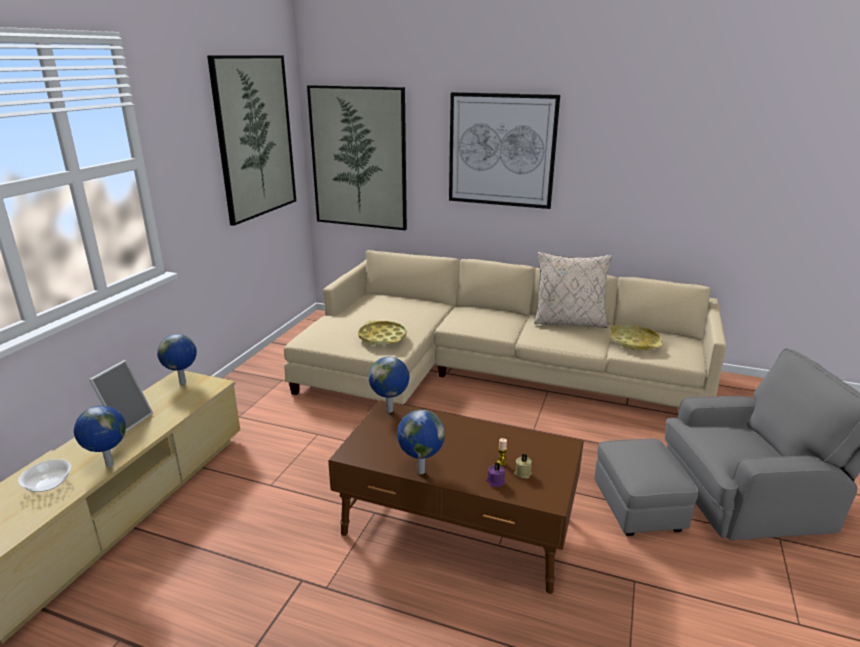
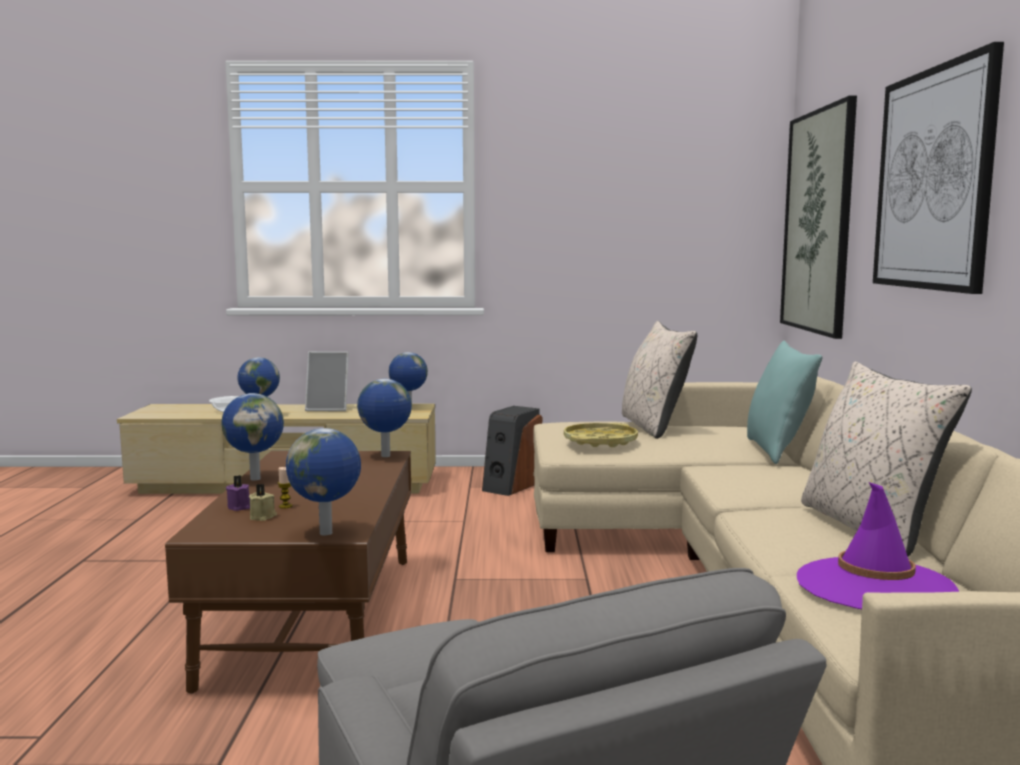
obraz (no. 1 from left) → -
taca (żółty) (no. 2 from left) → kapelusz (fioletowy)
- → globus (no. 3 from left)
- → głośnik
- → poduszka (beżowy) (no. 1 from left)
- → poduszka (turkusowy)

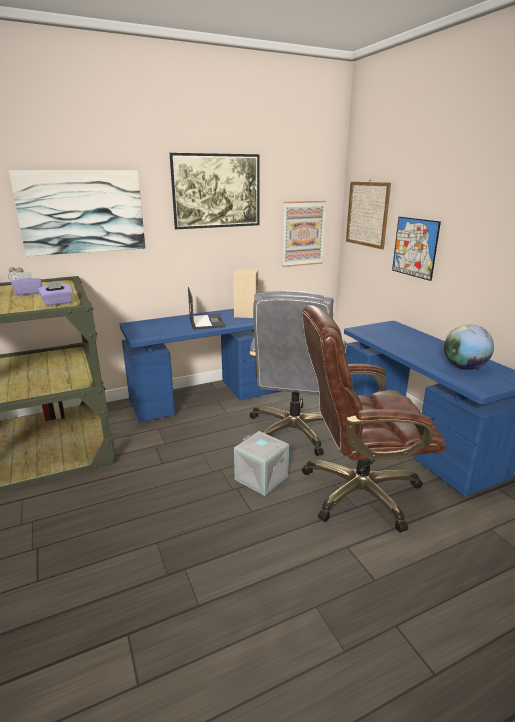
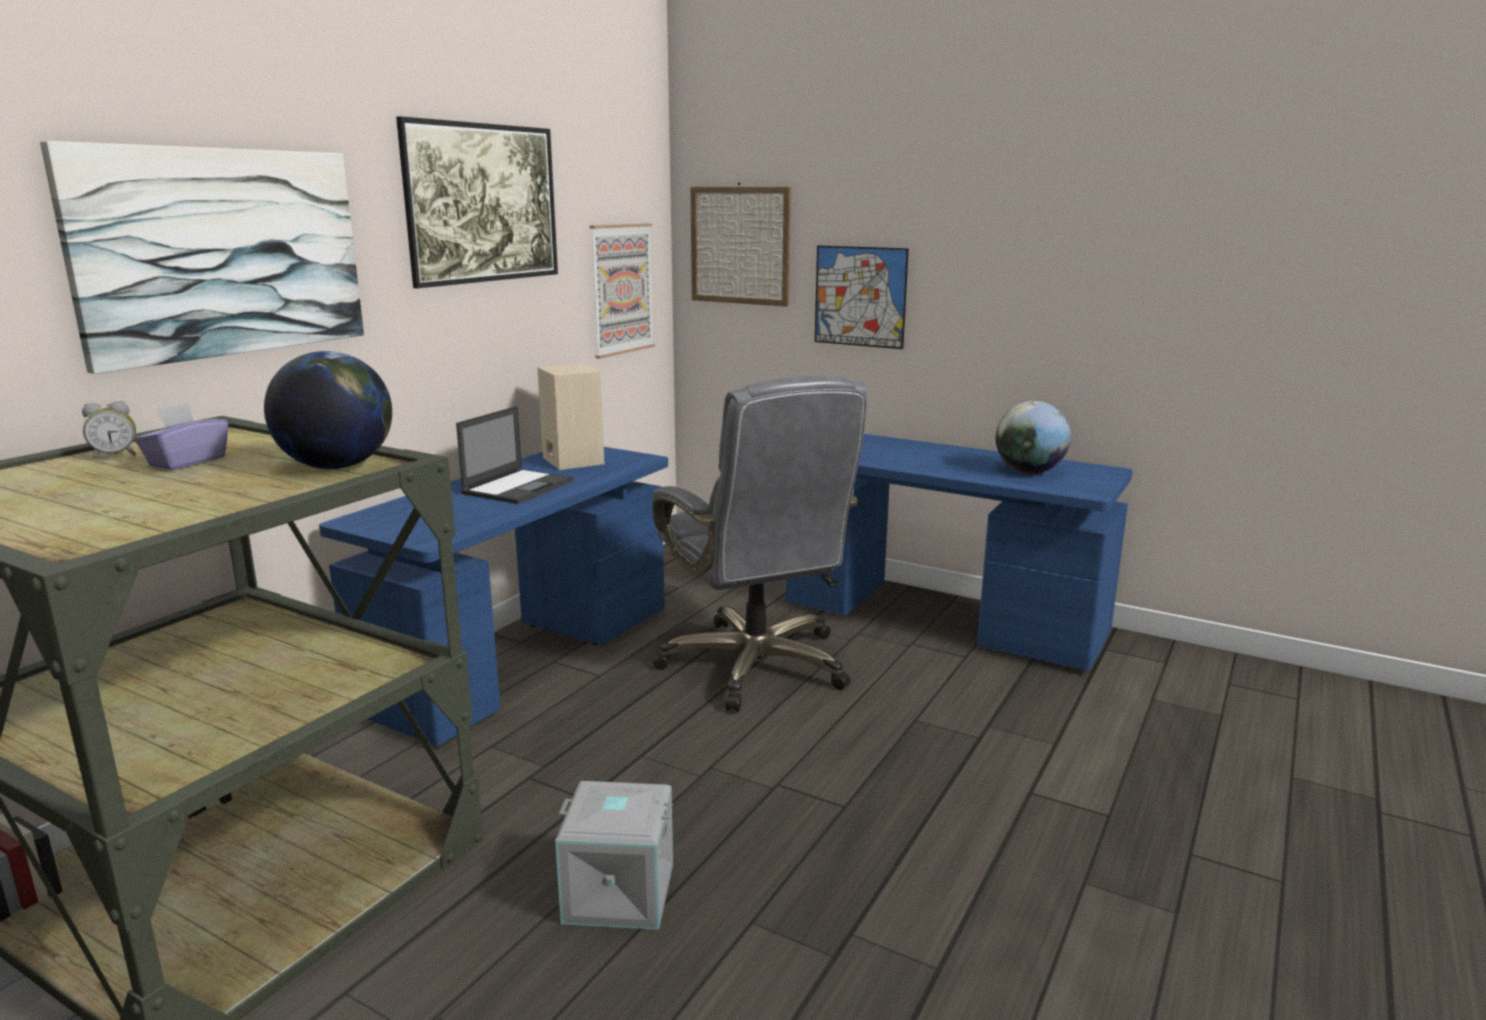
pudełko chusteczek (fioletowy) (no. 2 from left) → globus (no. 1 from left)
laptop, 75 degrees clockwise
pojemnik do przechowywania (szary), relocated
krzesło biurowe (brązowy) → -

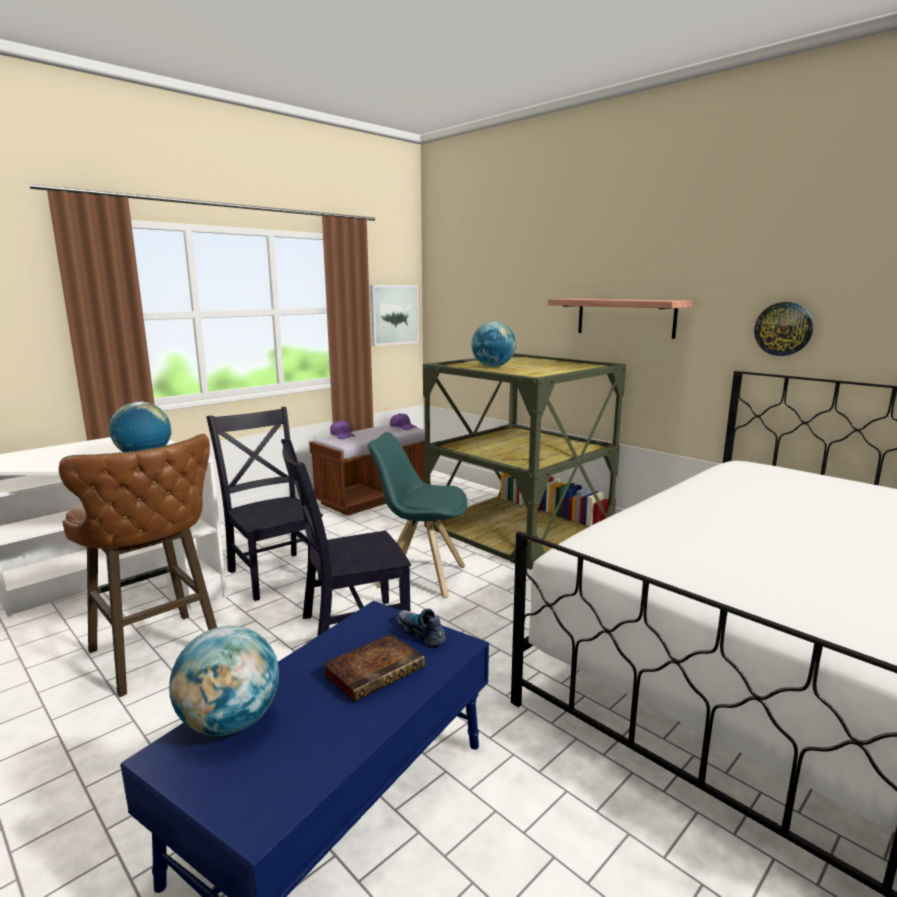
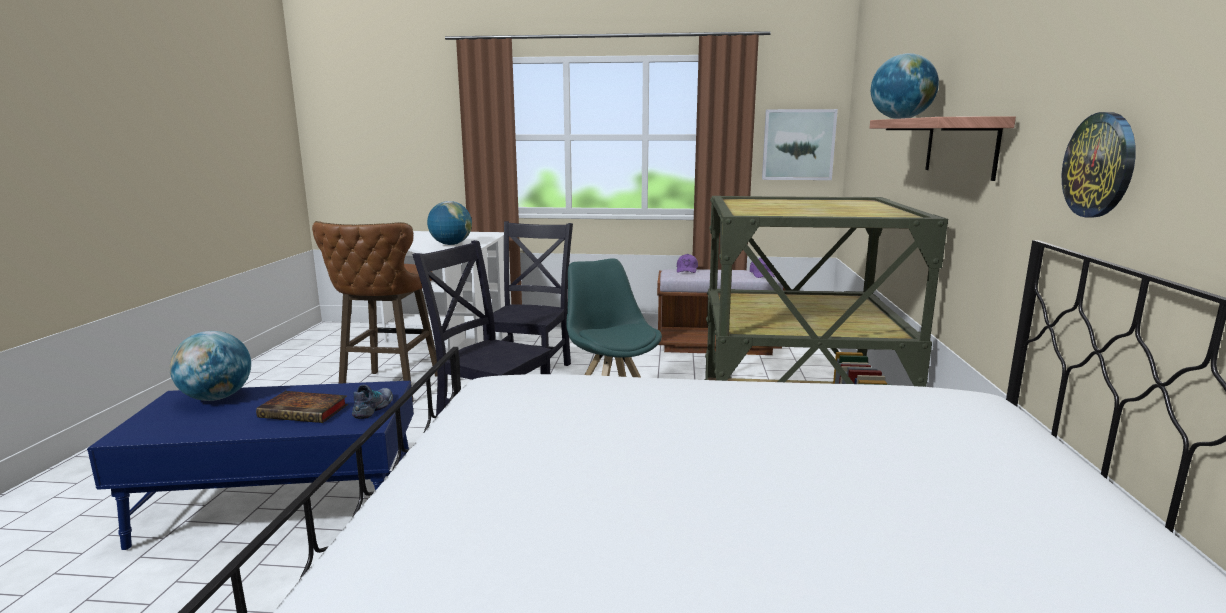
globus (no. 3 from left), relocated

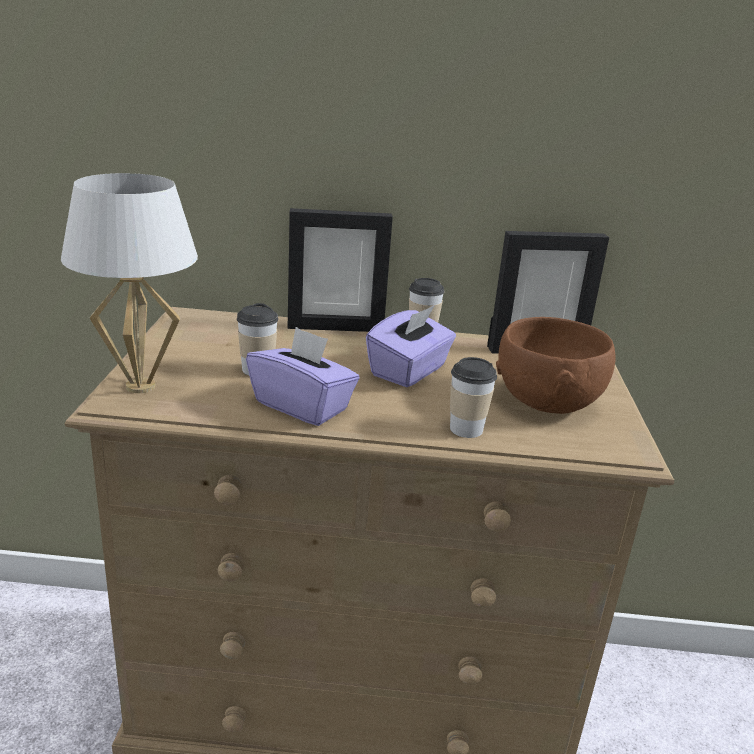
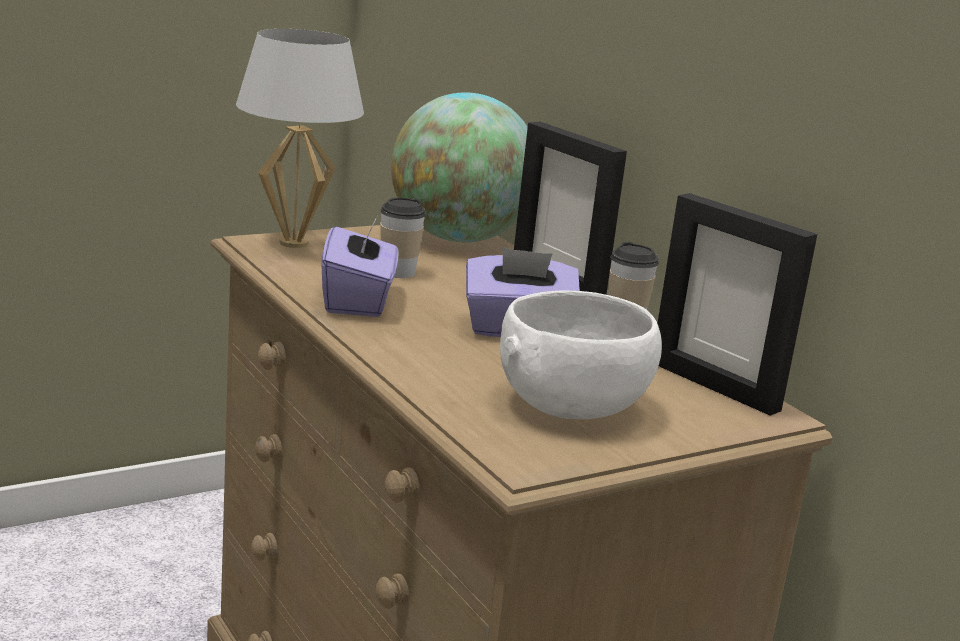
filiżanka (no. 3 from left) → -
miska (brązowy) → miska (biały)
- → globus

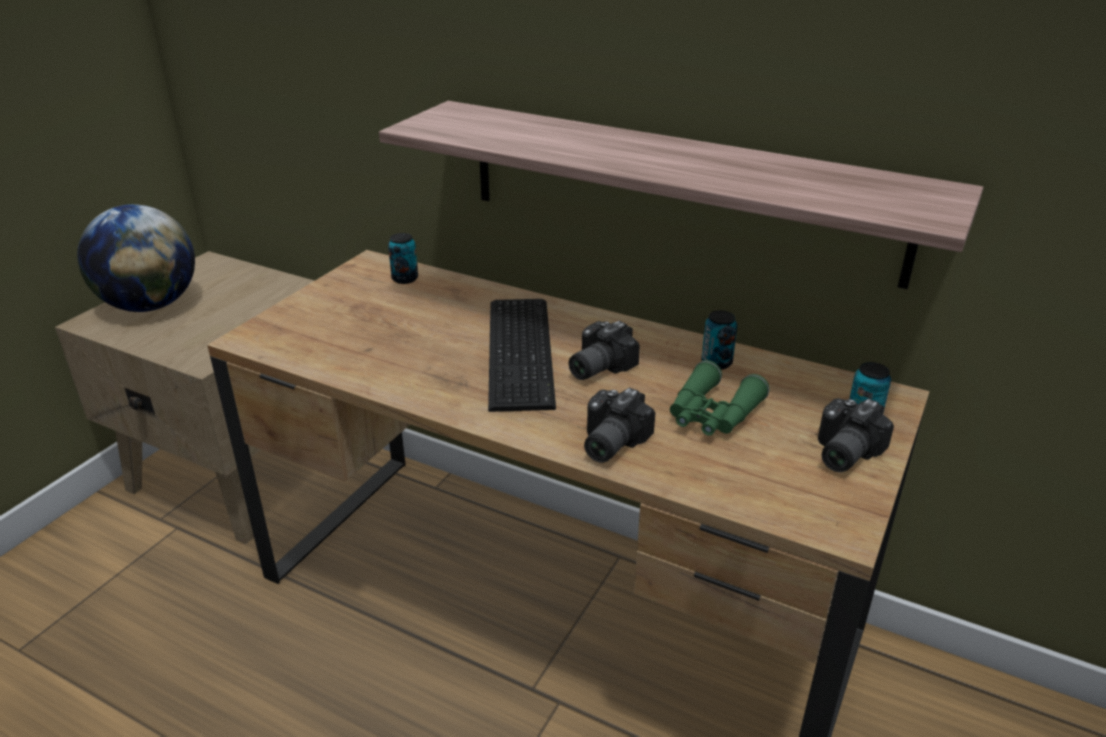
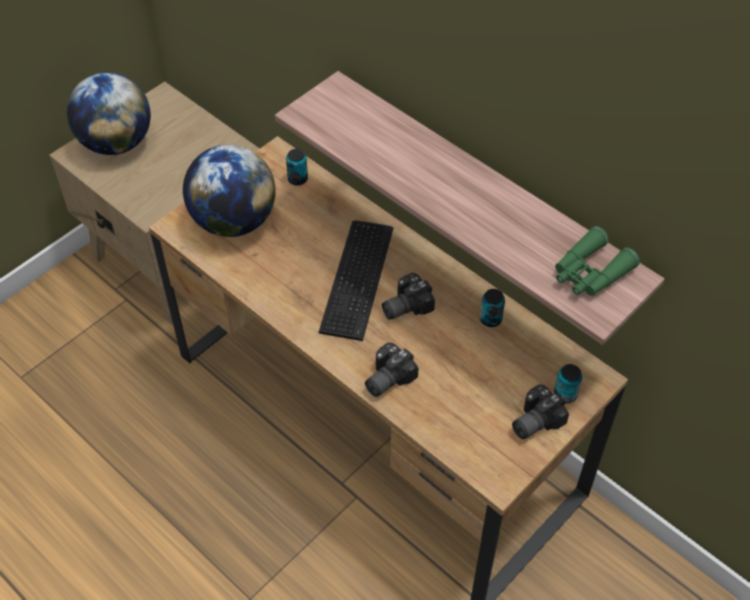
lornetka (zielony), relocated
- → globus (no. 2 from left)

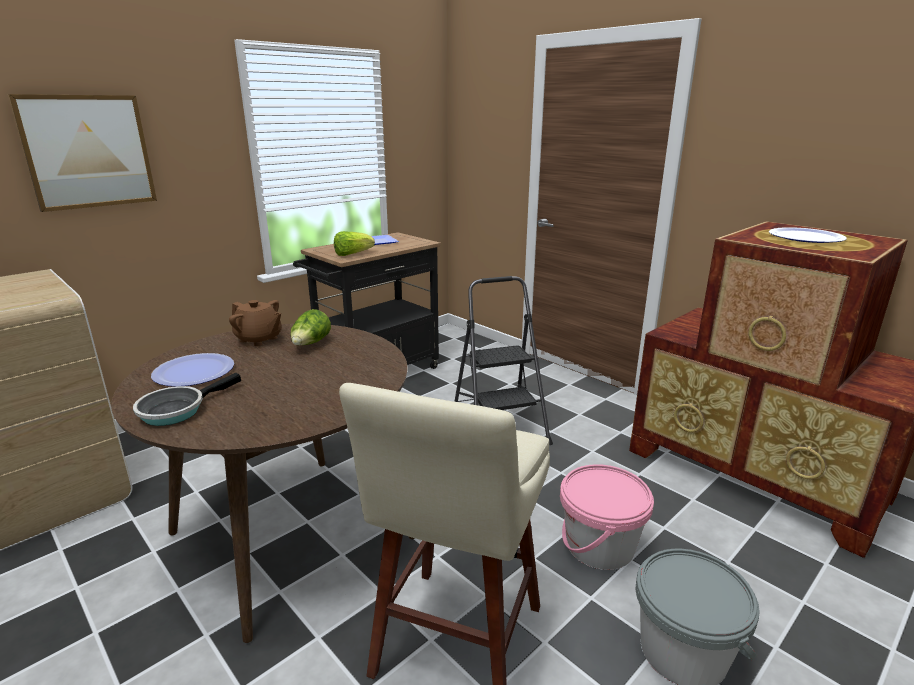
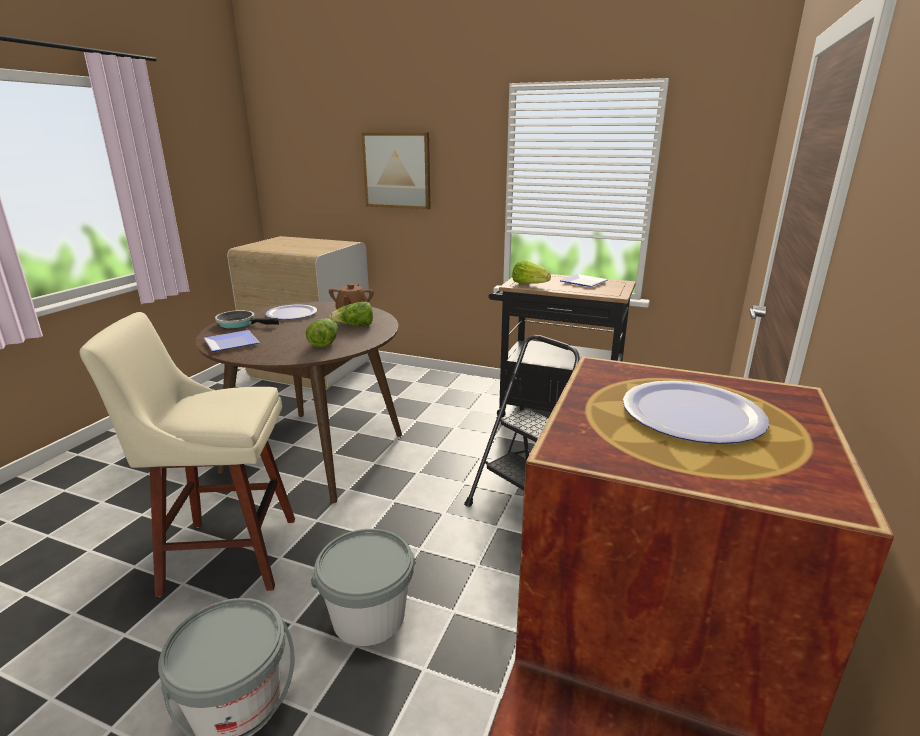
wiadro (różowy) → wiadro (szary) (no. 2 from left)
- → talerz (no. 1 from left)
- → sałata (no. 1 from left)

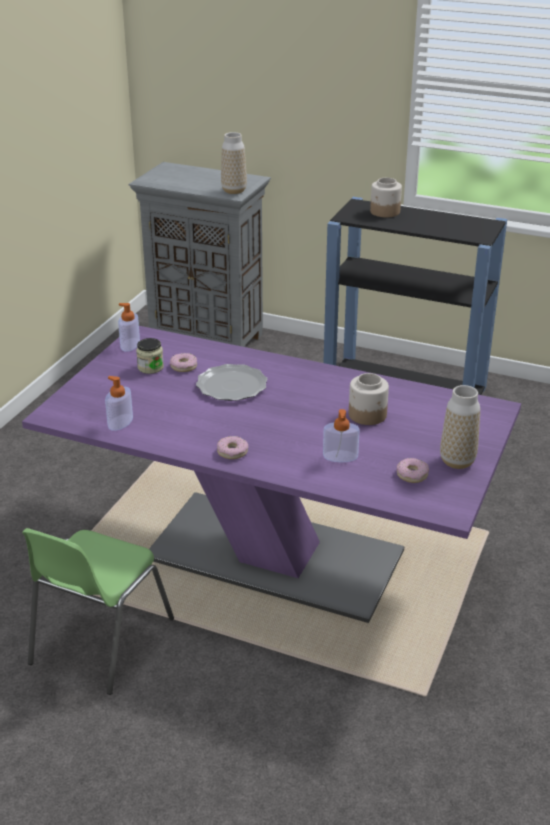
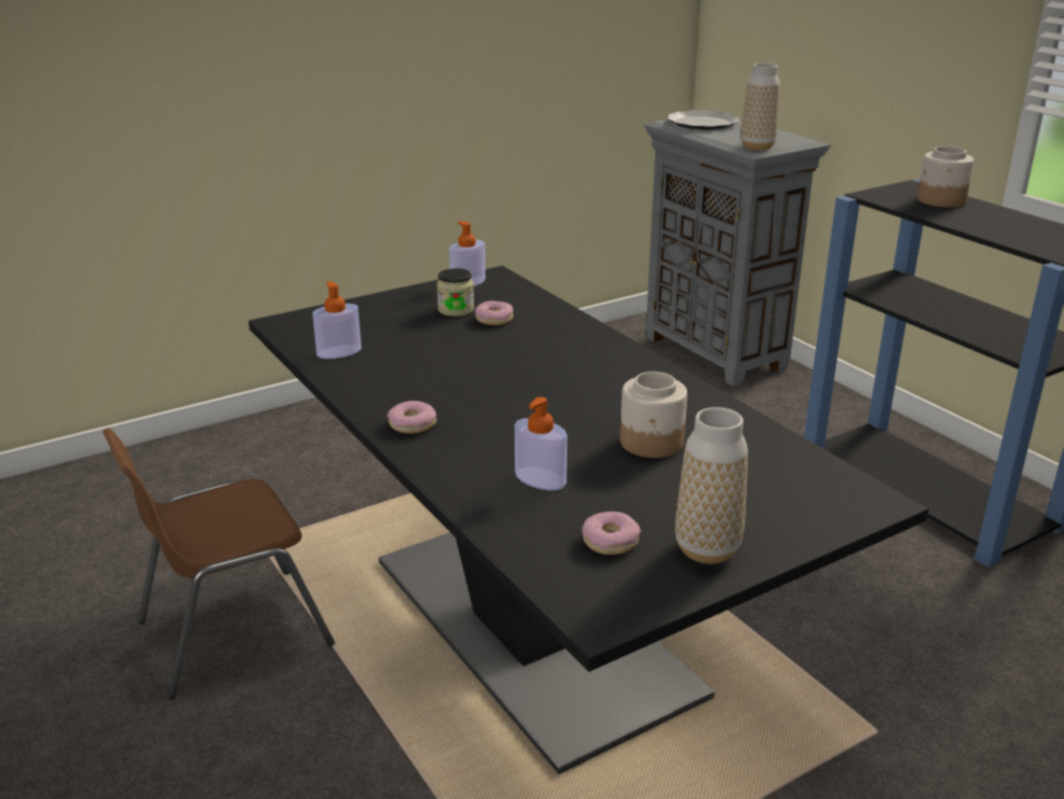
stół jadalny (fioletowy) → stół jadalny (czarny)
krzesło (zielony) → krzesło (brązowy)
talerz, relocated

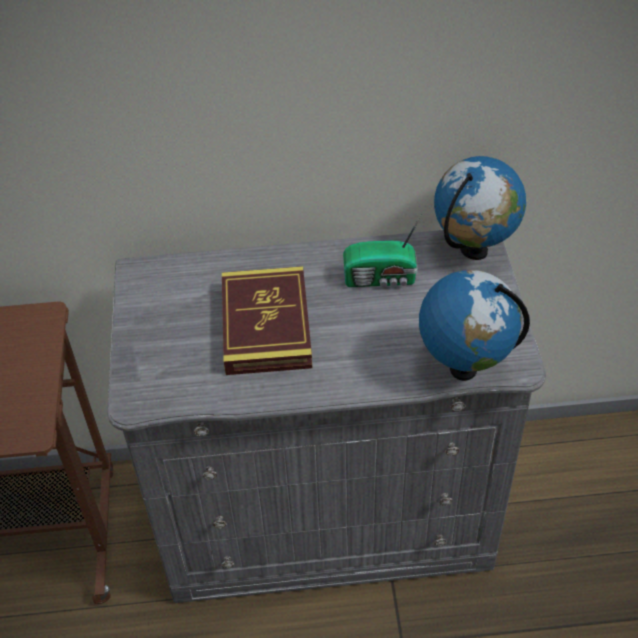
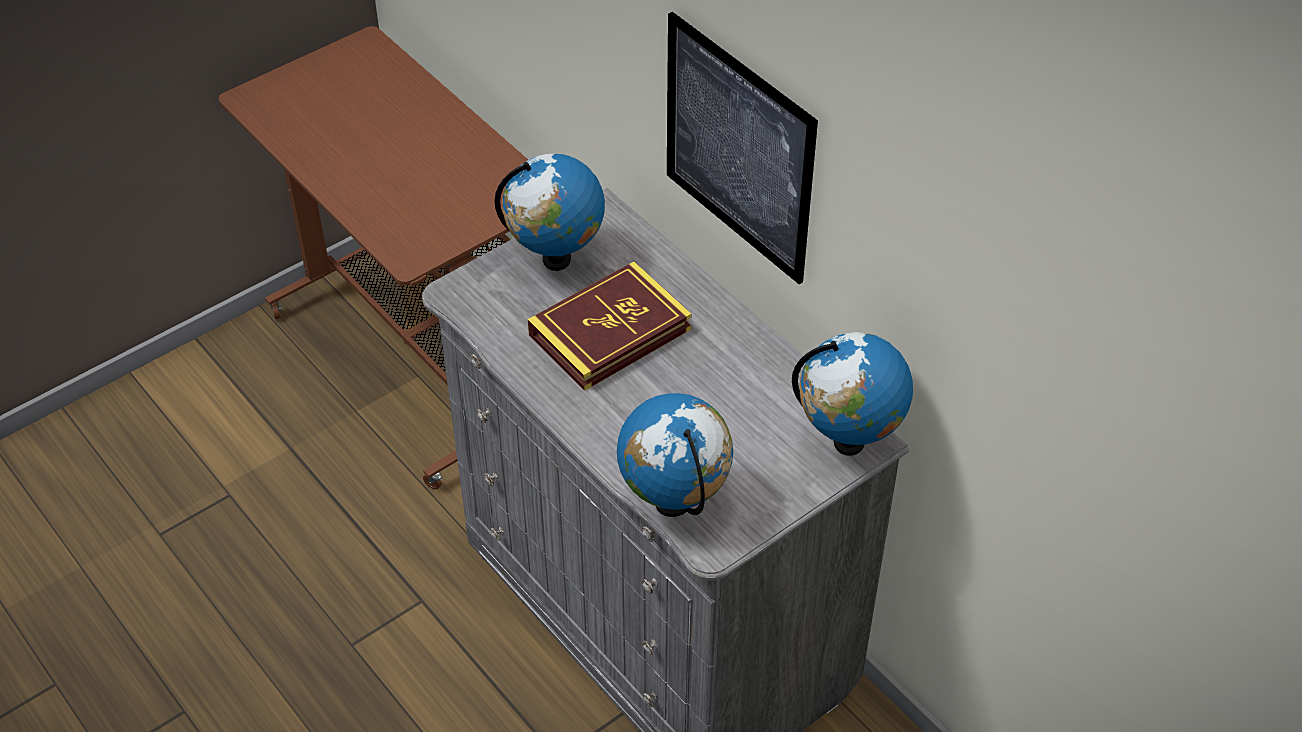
radio → -
- → globus (no. 1 from left)
- → obraz

